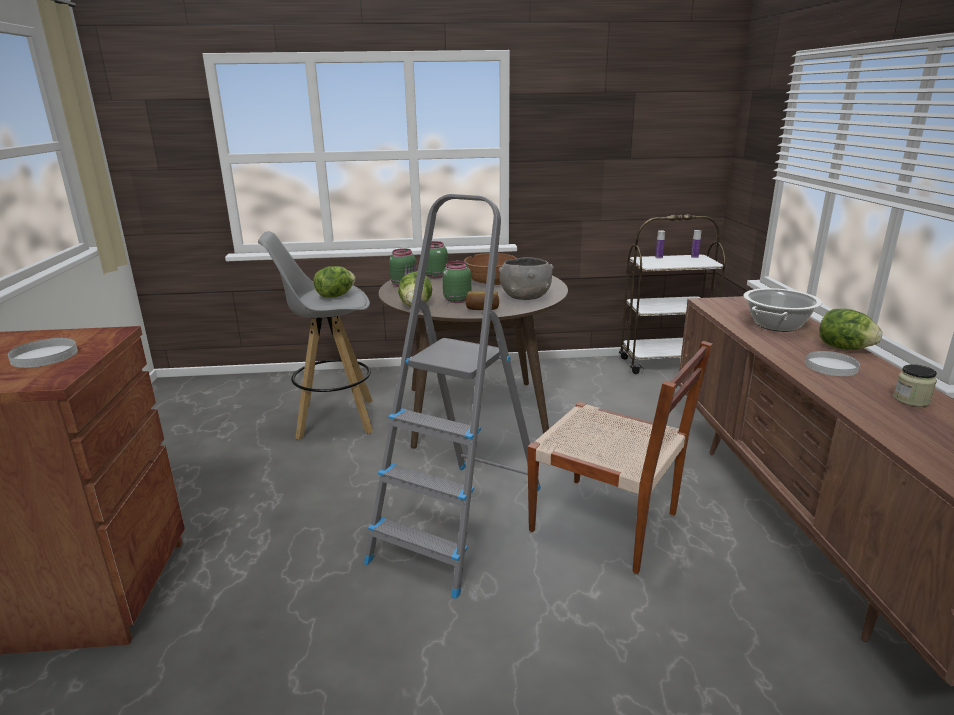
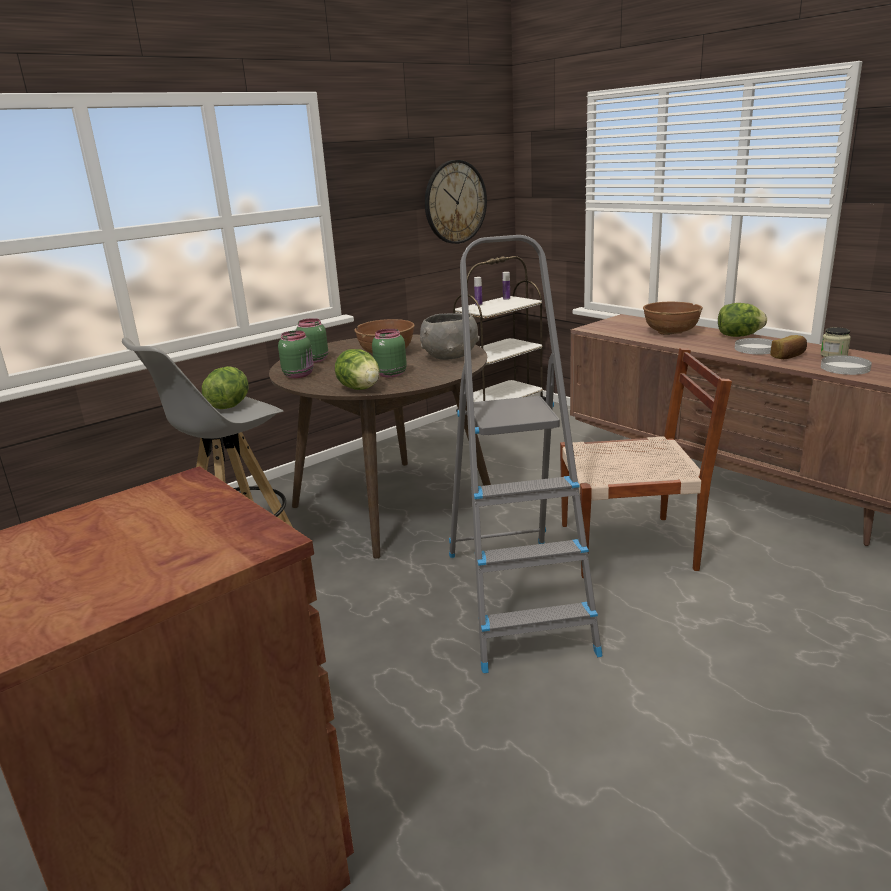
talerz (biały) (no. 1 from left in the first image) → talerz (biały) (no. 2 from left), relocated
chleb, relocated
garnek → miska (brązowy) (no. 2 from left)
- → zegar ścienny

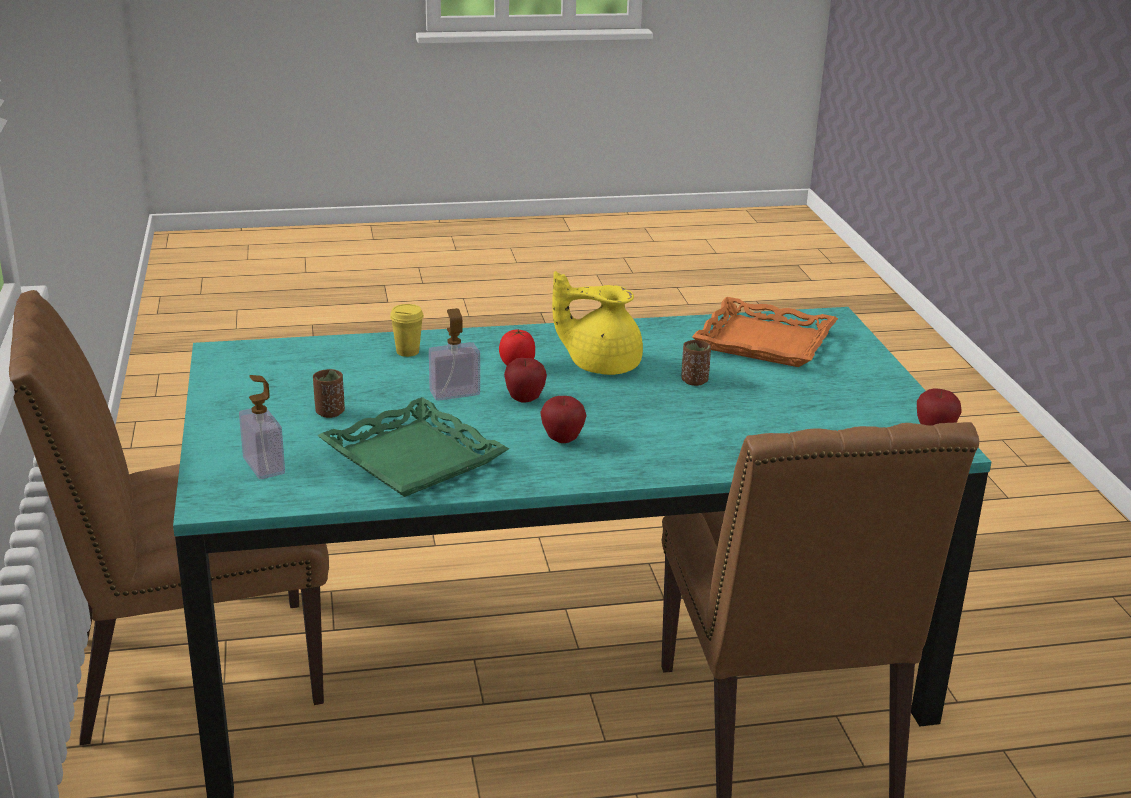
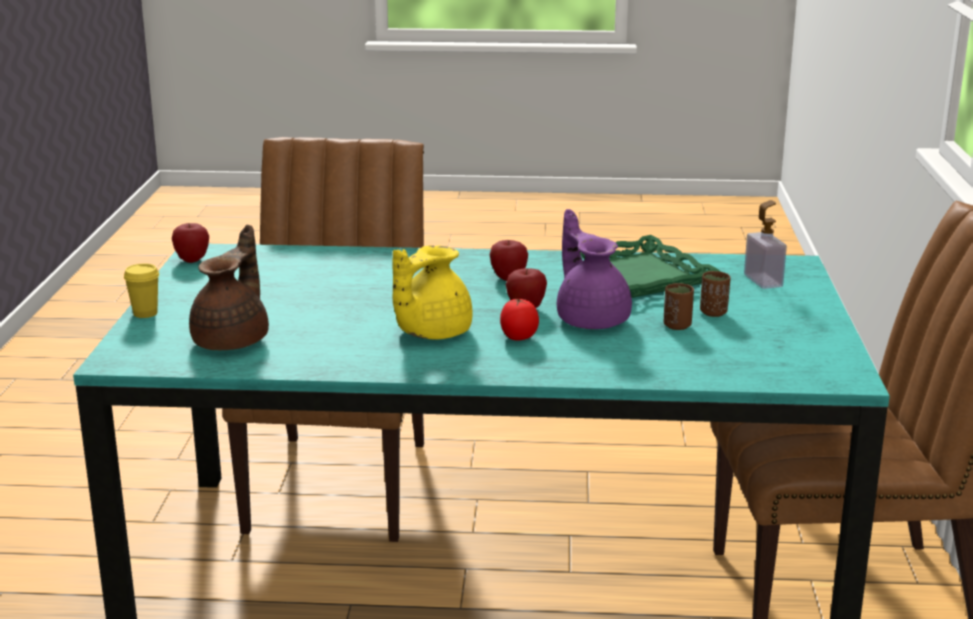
filiżanka (żółty), relocated
dozownik mydła (no. 2 from left) → imbryk (fioletowy)
imbryk (żółty), 105 degrees clockwise
filiżanka (brązowy) (no. 2 from left in the first image) → filiżanka (brązowy) (no. 1 from left), relocated
taca (pomarańczowy) → imbryk (brązowy)

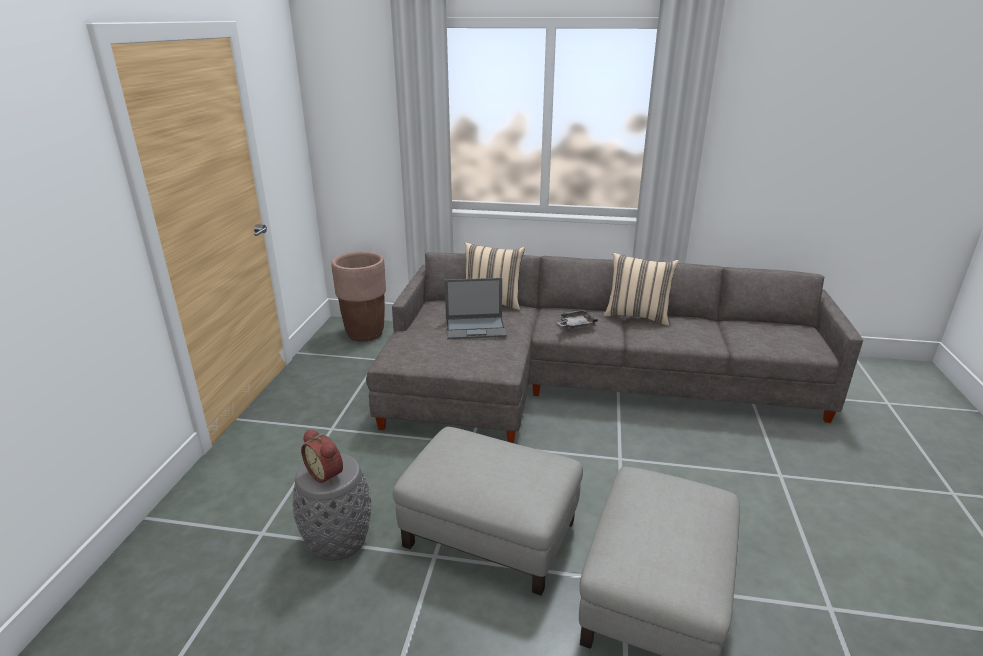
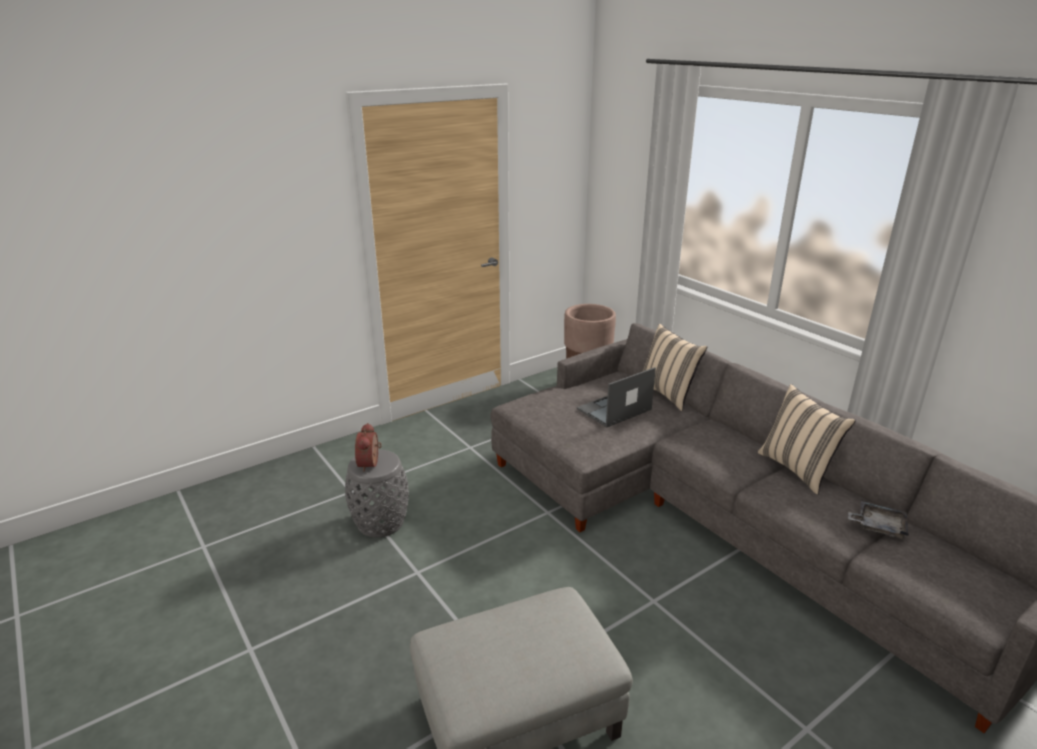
pufa (szary) (no. 1 from left) → -
laptop, 105 degrees clockwise
taca (szary), relocated

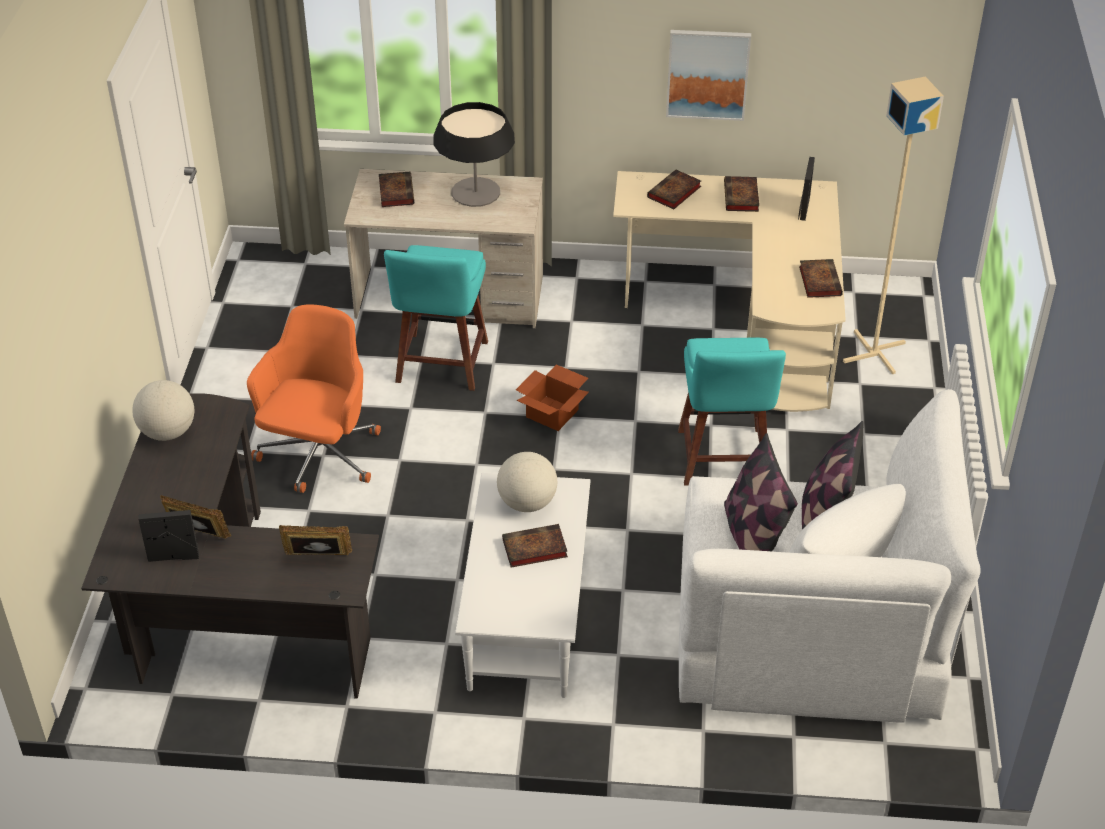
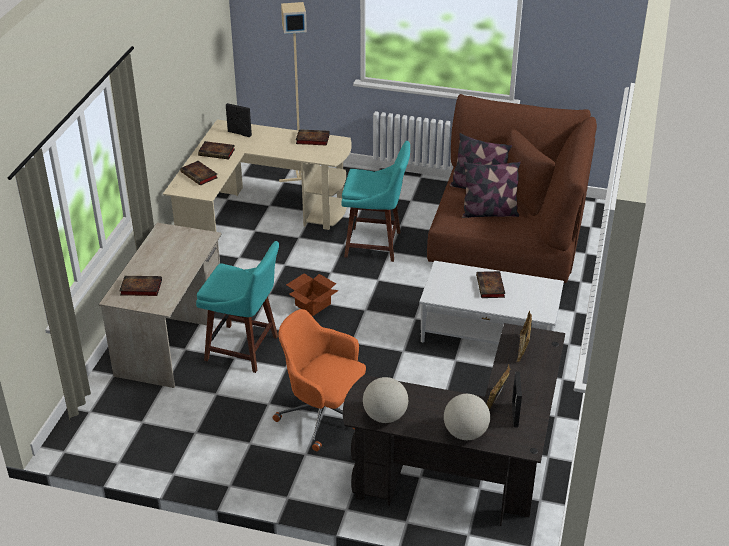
lampa stołowa → -
globus (no. 2 from left), relocated
obraz → -
kanapa (biały) → kanapa (brązowy)

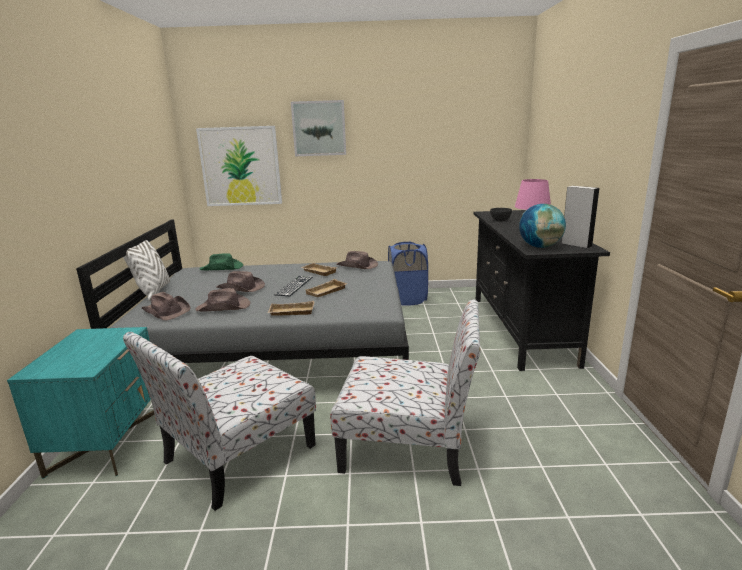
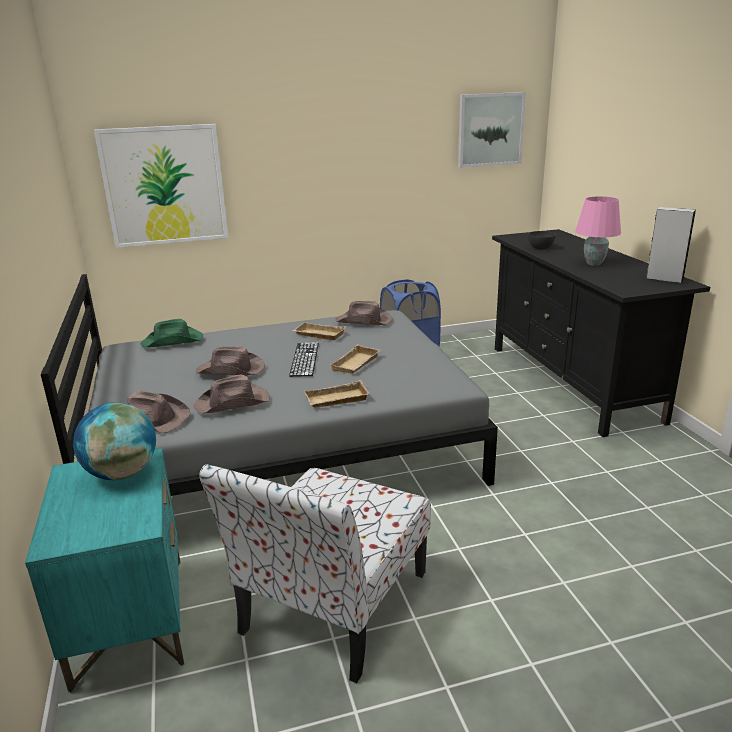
poduszka (biały) → -
obraz (no. 2 from left), relocated
krzesło (no. 2 from left) → -
globus, relocated

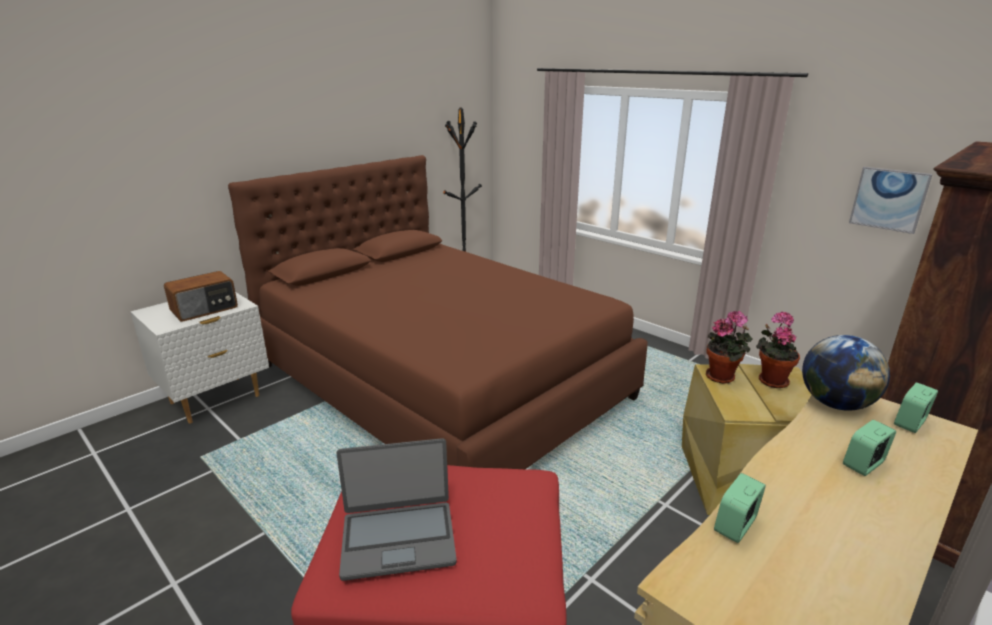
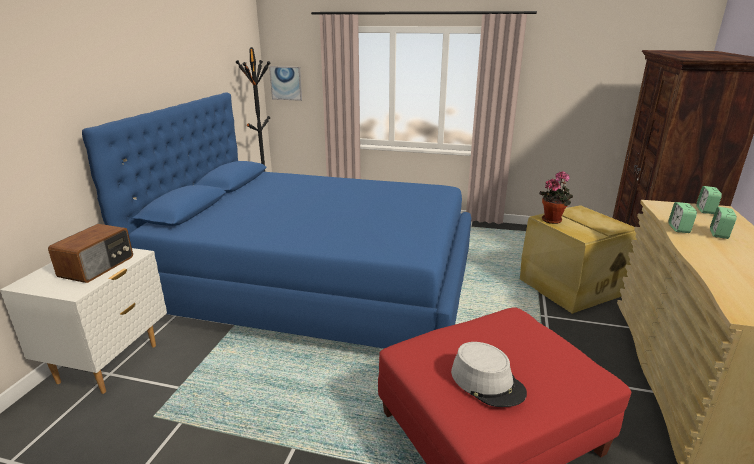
łóżko (brązowy) → łóżko (niebieski)
laptop → kapelusz (szary)
budzik (no. 1 from left), relocated
roślina doniczkowa (no. 2 from left) → -
globus → -
obraz, relocated

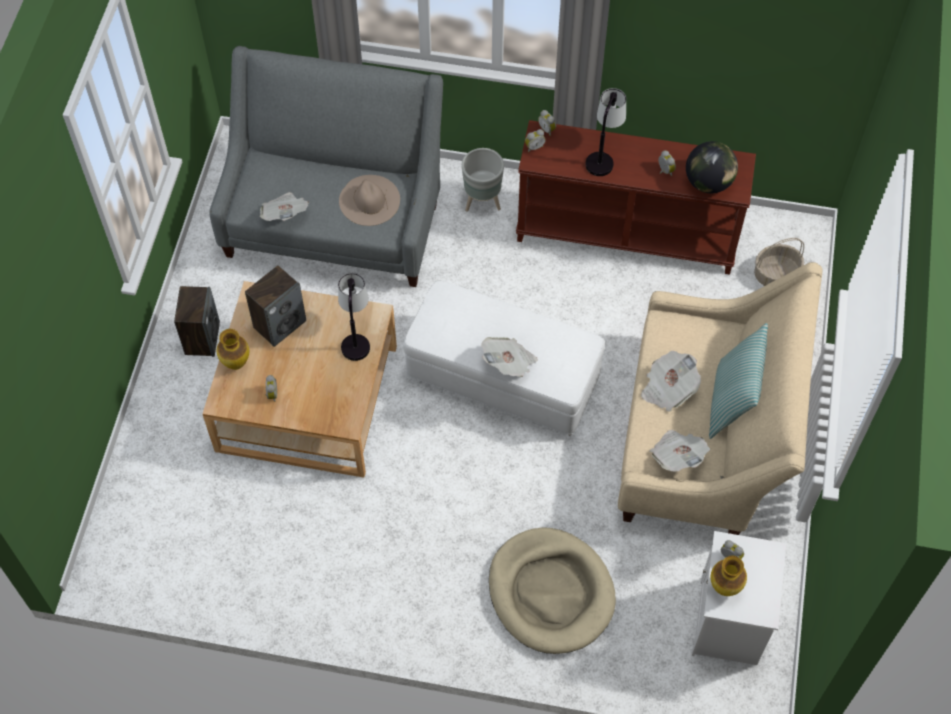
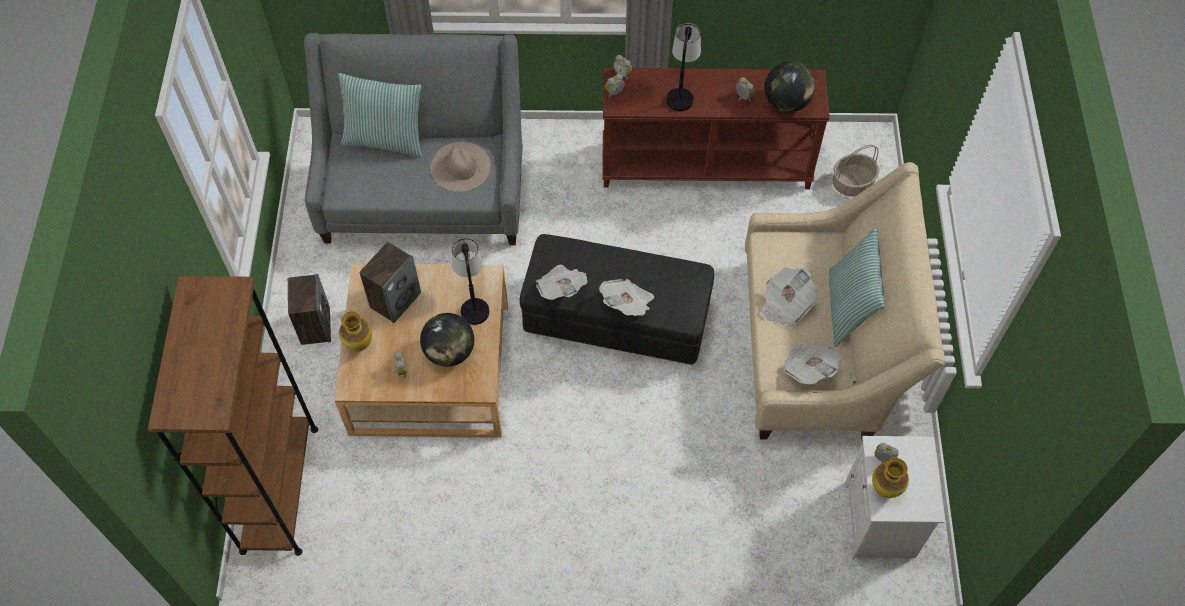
gazeta (no. 1 from left), relocated
pufa (biały) → pufa (czarny)
donica (szary) → -
legowisko (beżowy) → -
- → regał (brązowy)
- → poduszka (no. 1 from left)
- → globus (no. 1 from left)

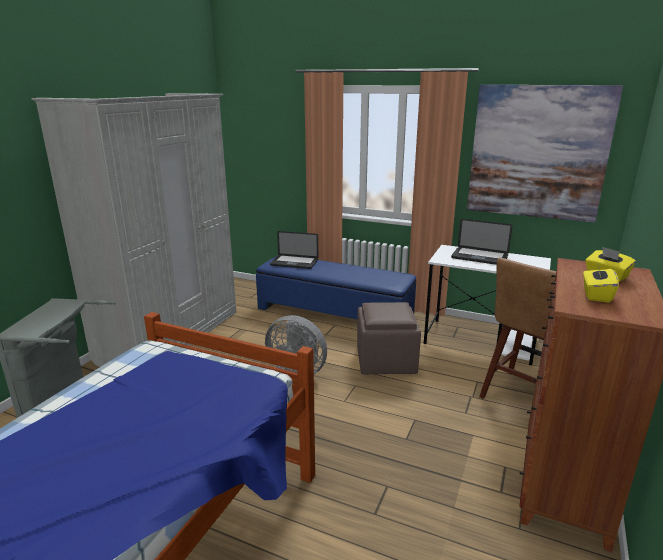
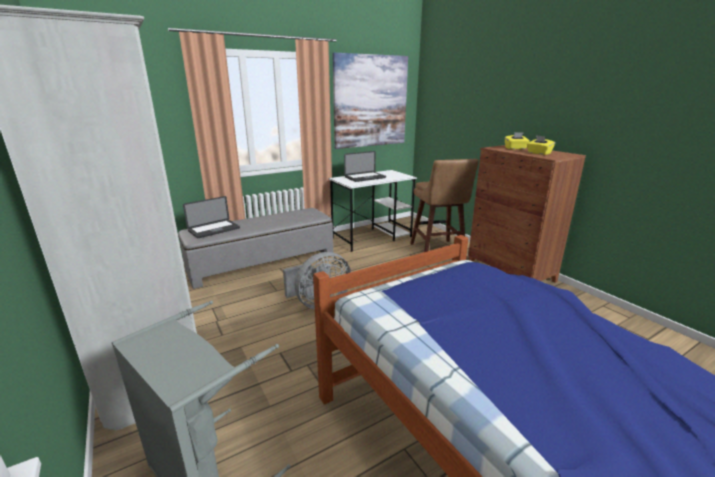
ławka (niebieski) → ławka (szary)
pufa (brązowy) → -

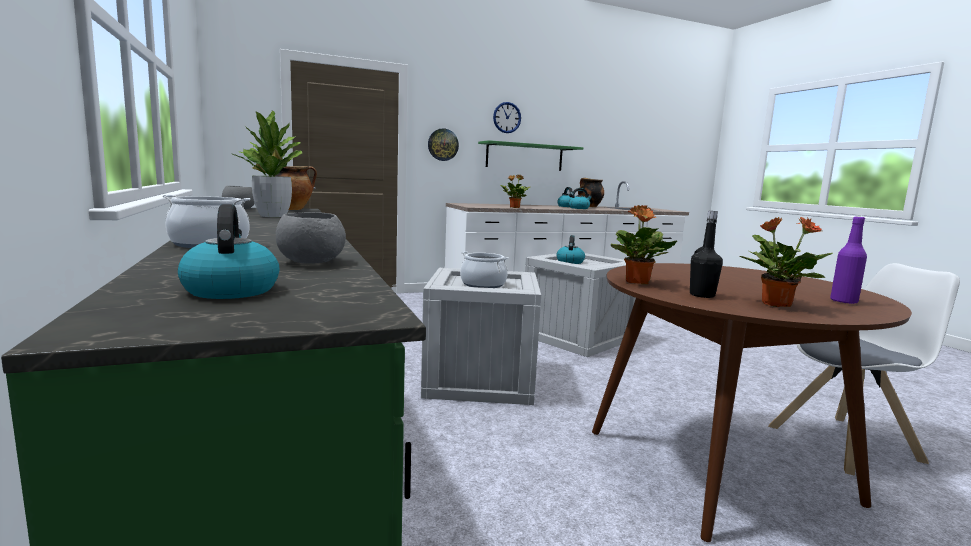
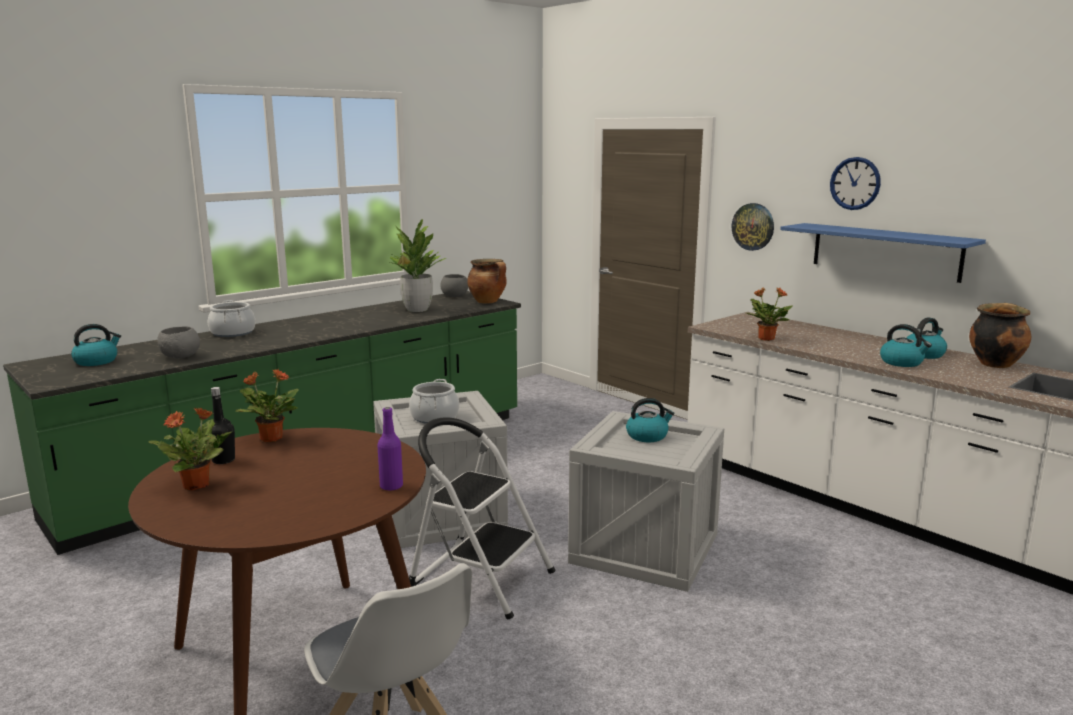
półka (zielony) → półka (niebieski)
butelka (fioletowy), relocated
- → drabinka

